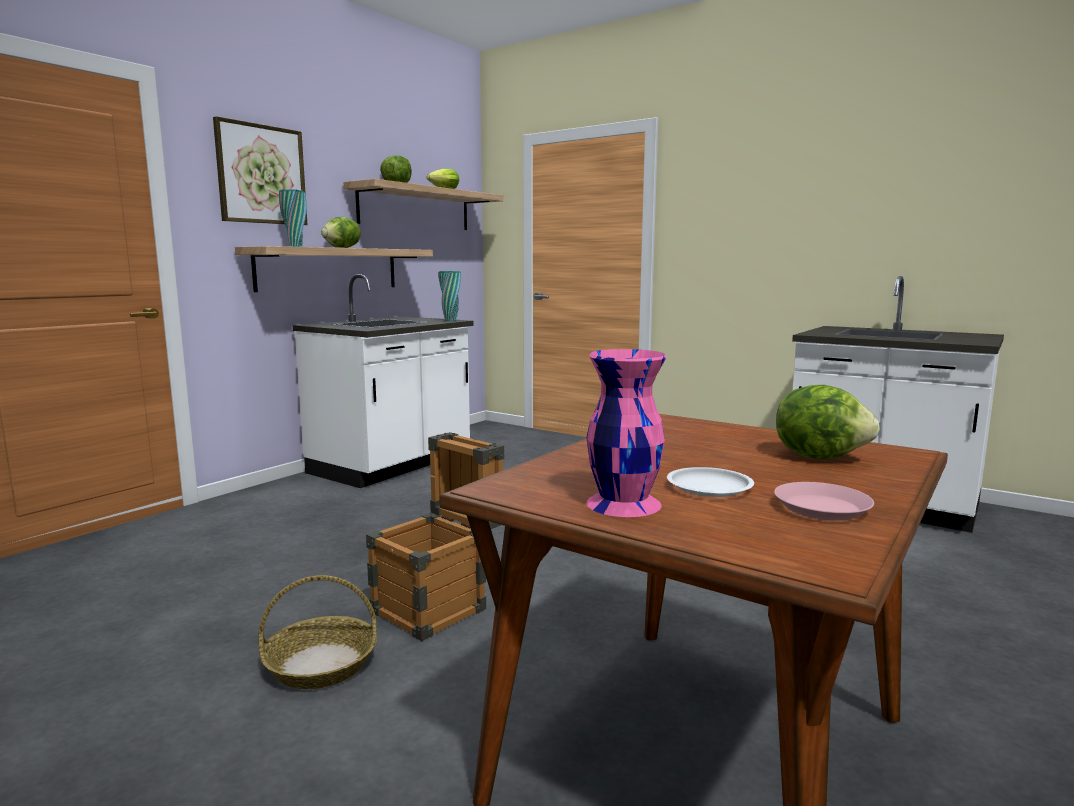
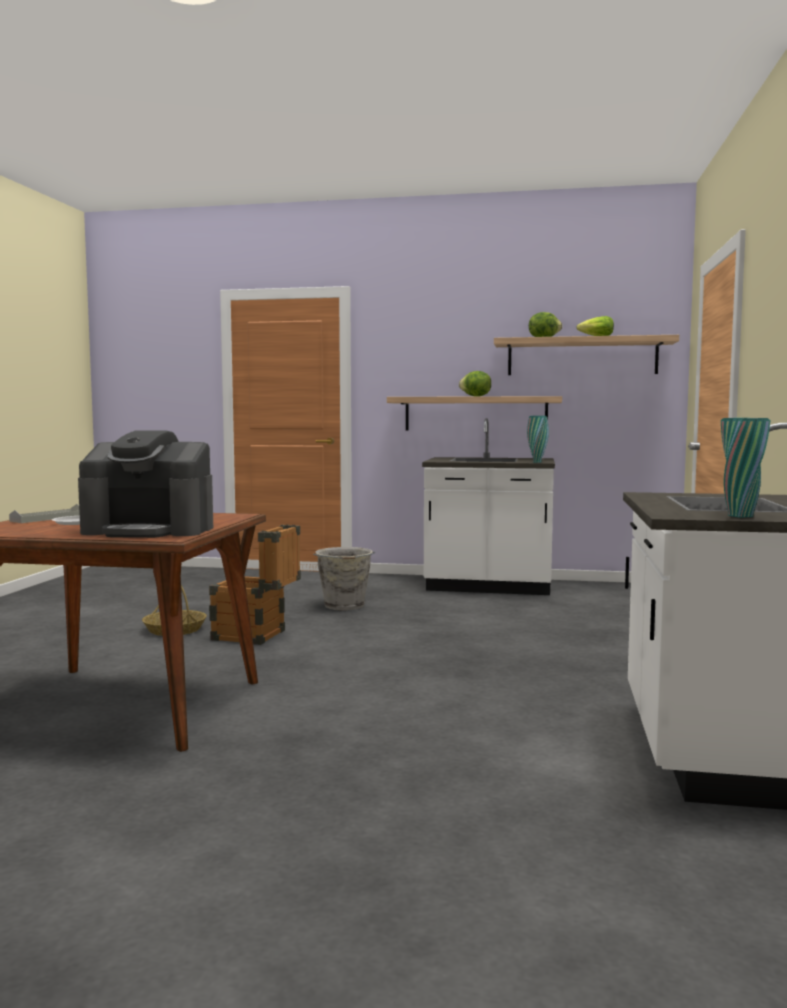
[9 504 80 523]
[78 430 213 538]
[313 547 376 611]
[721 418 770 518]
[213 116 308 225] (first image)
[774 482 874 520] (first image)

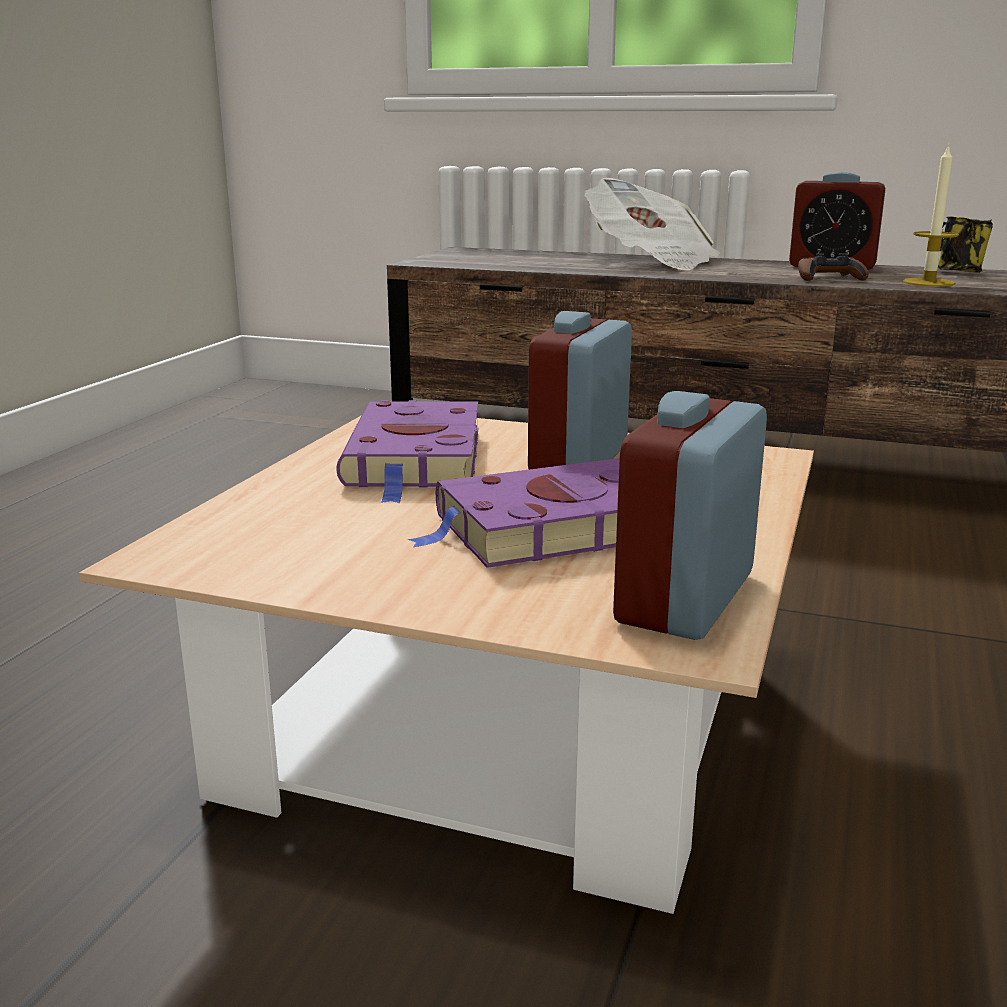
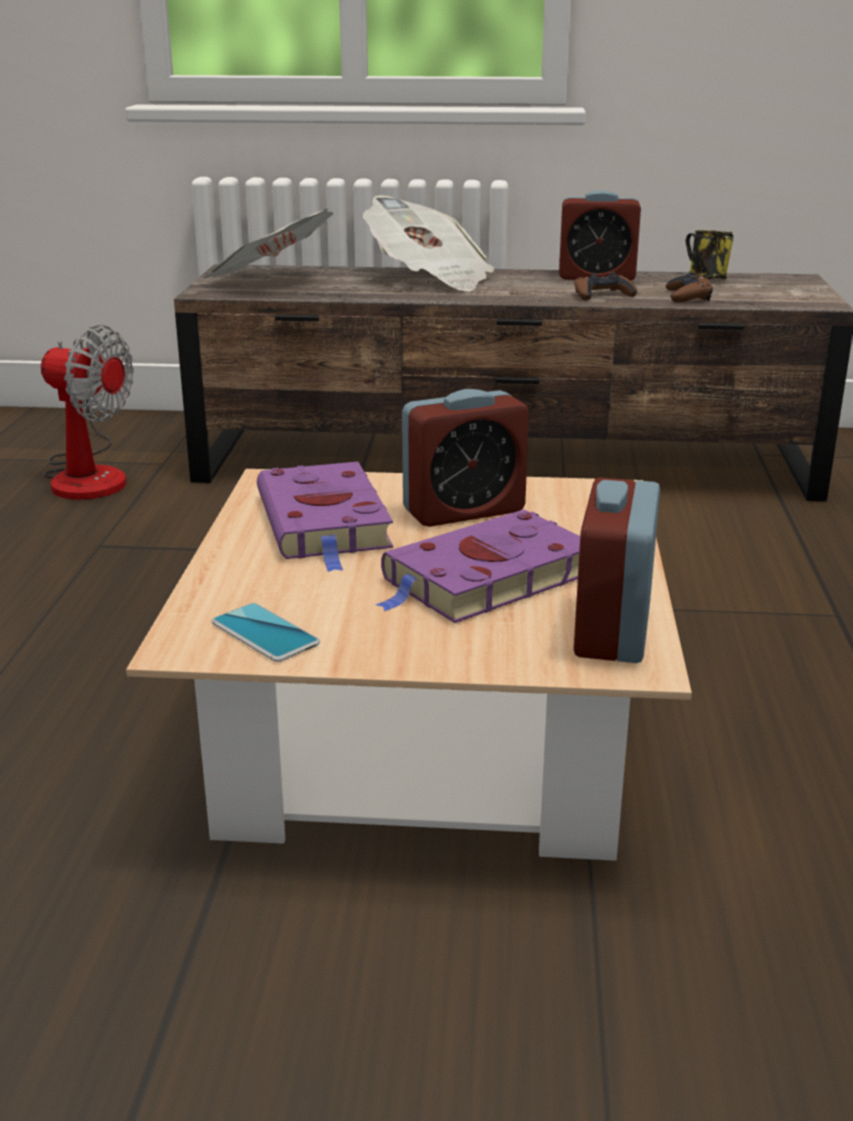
[41 325 134 500]
[204 209 334 278]
[212 603 320 662]
[402 389 529 527]
[666 271 713 302]

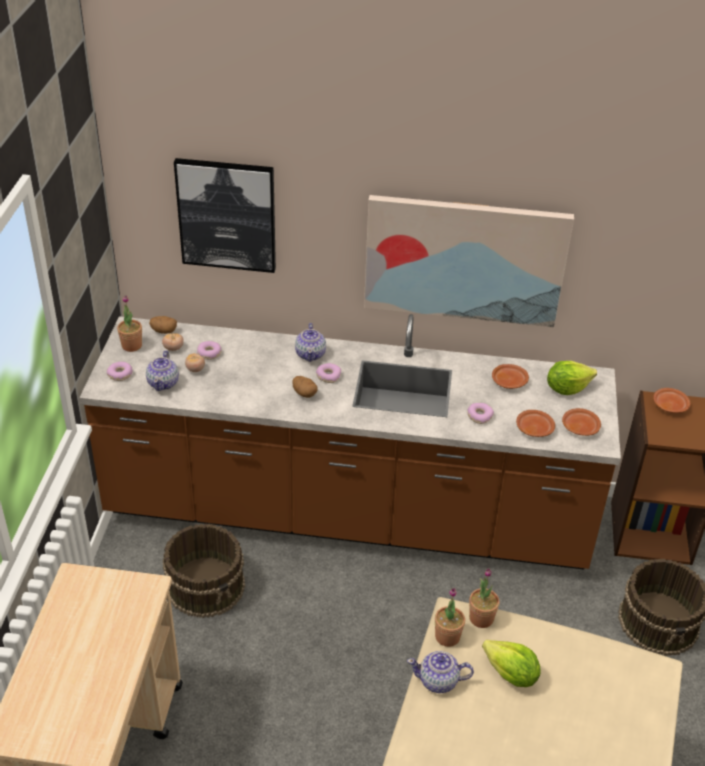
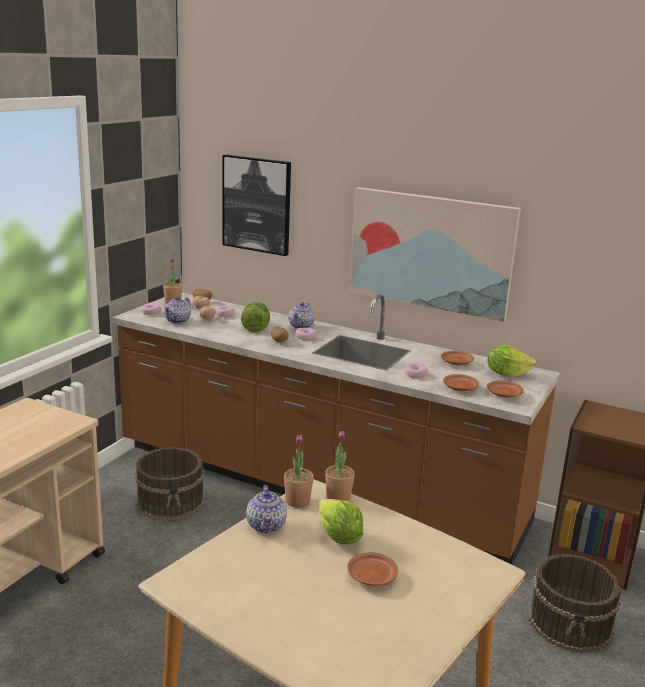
[241 301 270 332]
[246 485 287 533]
[347 552 398 586]

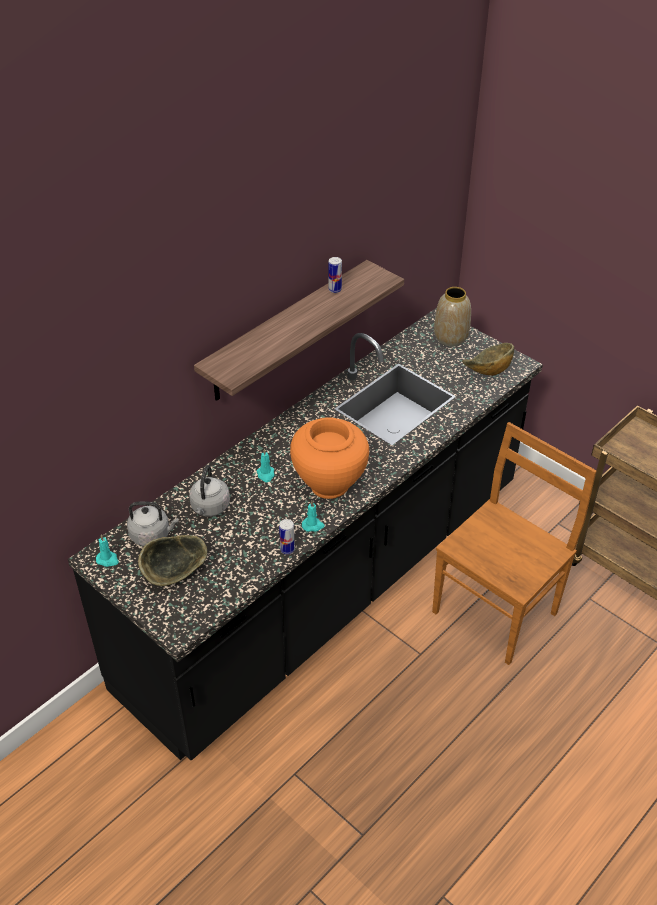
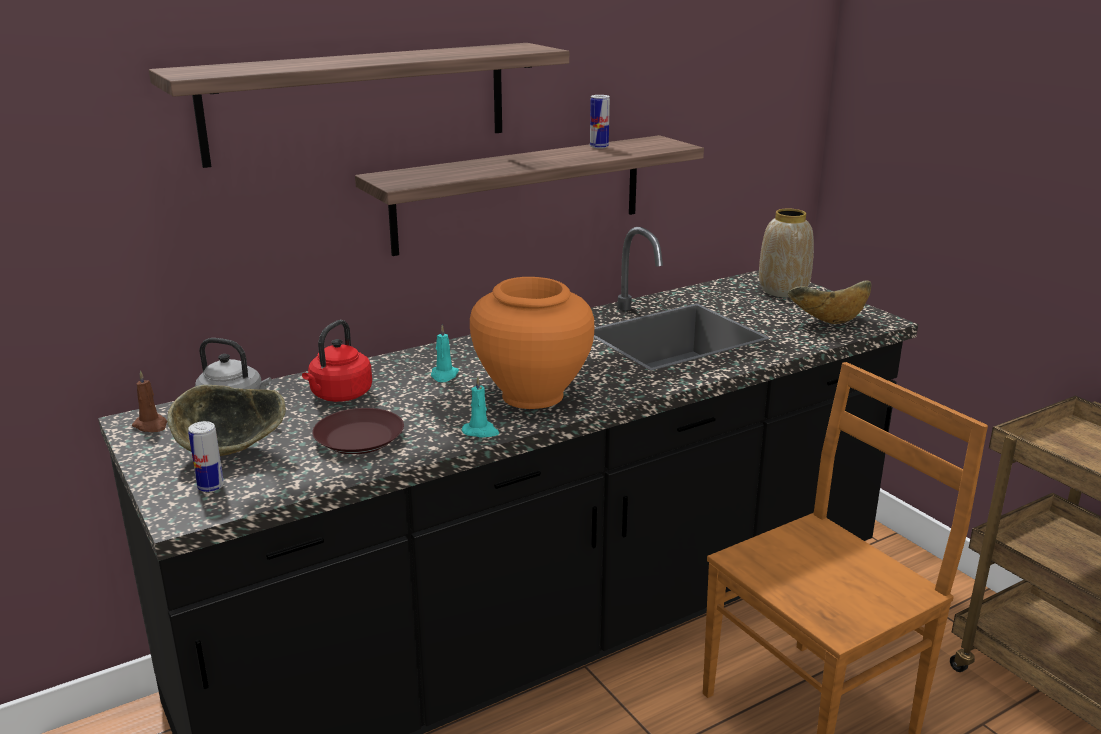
[132 370 167 432]
[149 43 569 168]
[188 421 224 492]
[302 320 372 402]
[312 408 404 454]

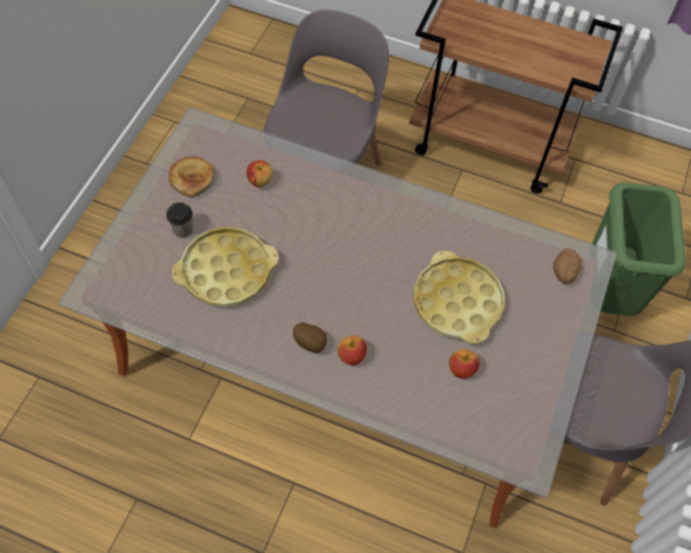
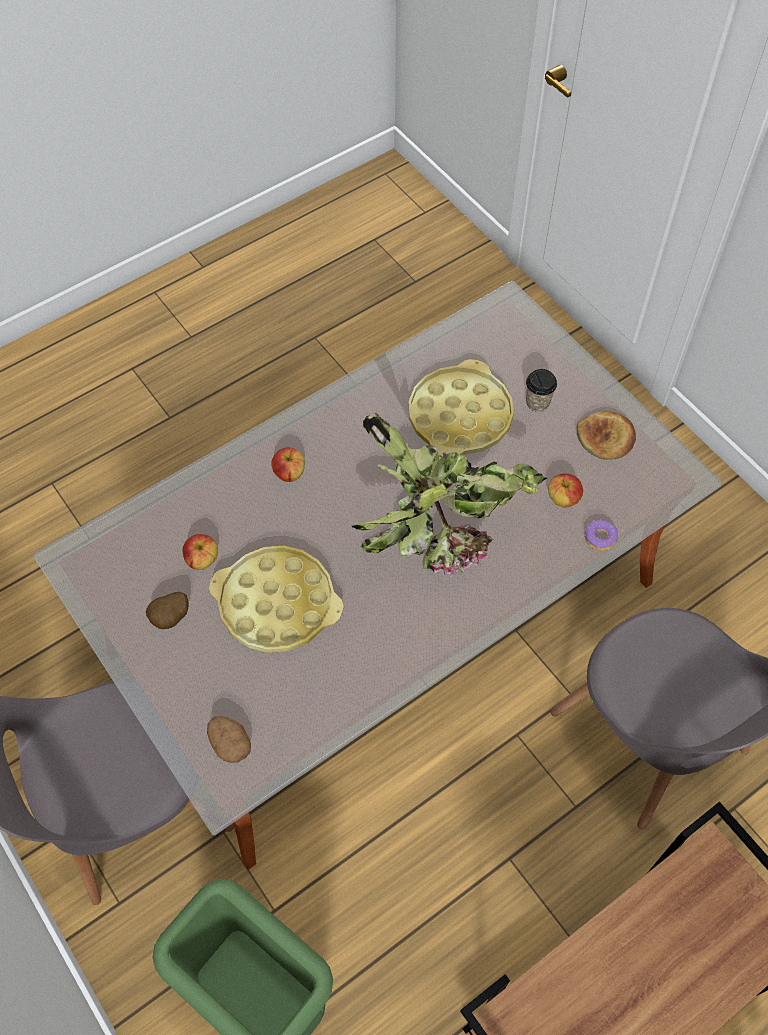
[146 592 188 629]
[351 413 547 577]
[585 519 618 551]

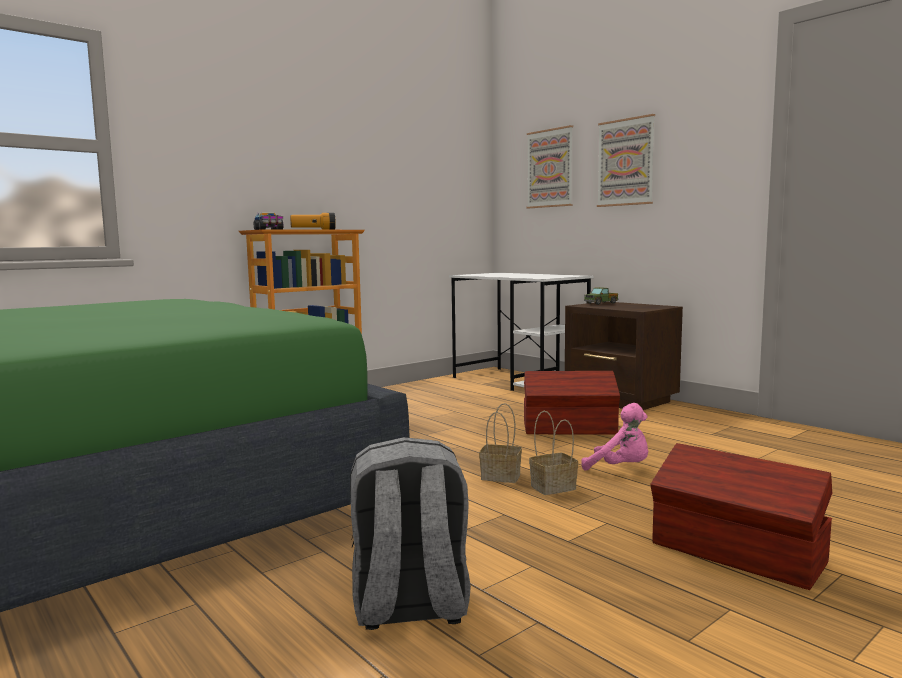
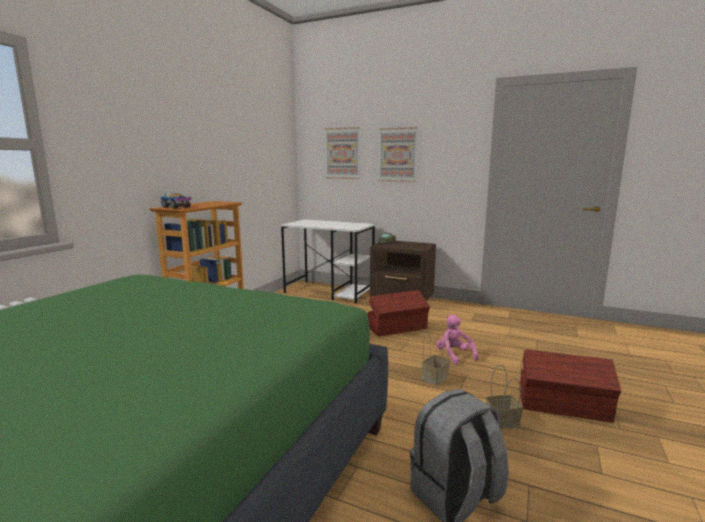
[436 315 478 364]
[486 365 523 429]
[290 213 336 230] (first image)

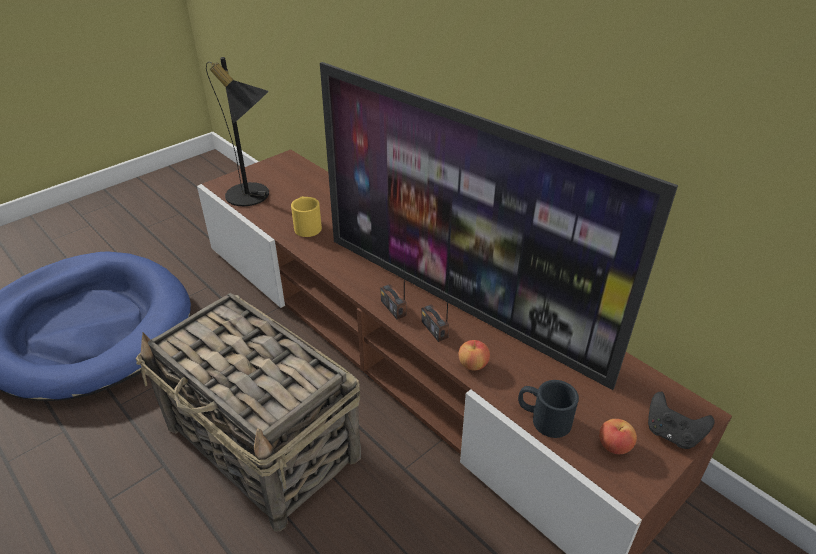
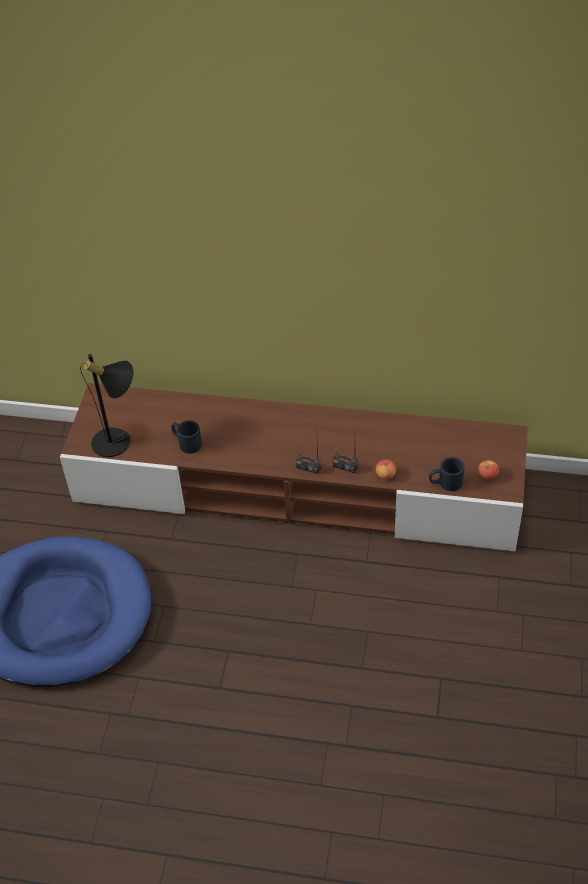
[172 420 202 454]
[136 293 361 531] (first image)
[320 62 678 390] (first image)
[648 392 715 449] (first image)

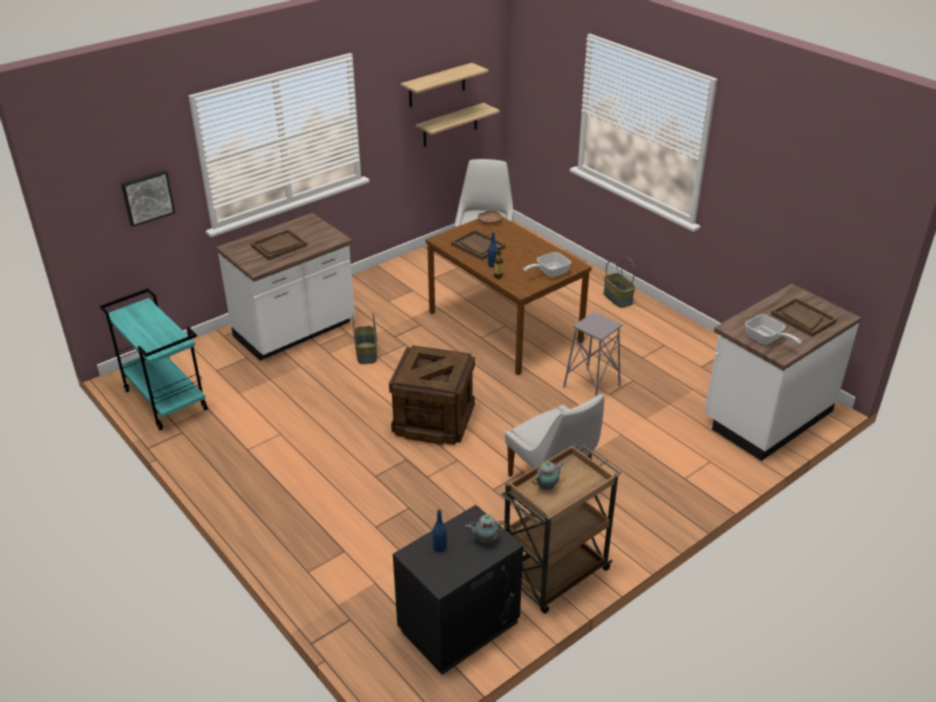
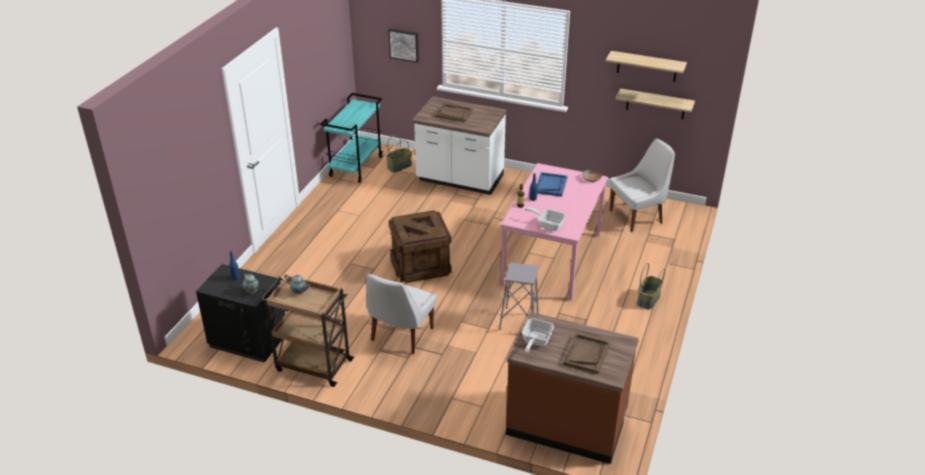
[386 135 412 173]
[501 163 608 300]
[506 312 639 464]
[537 172 567 197]

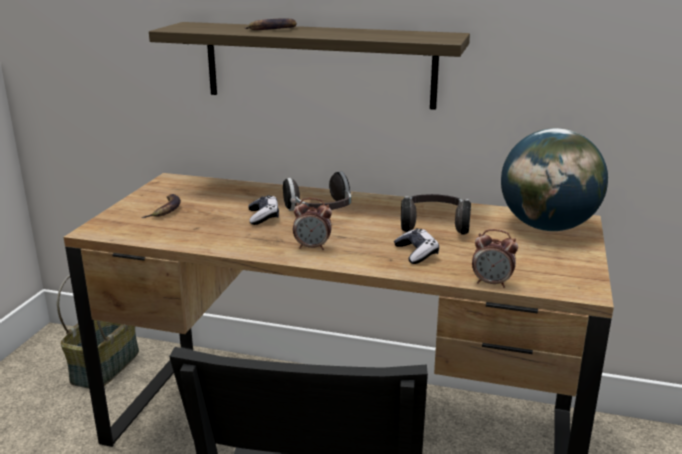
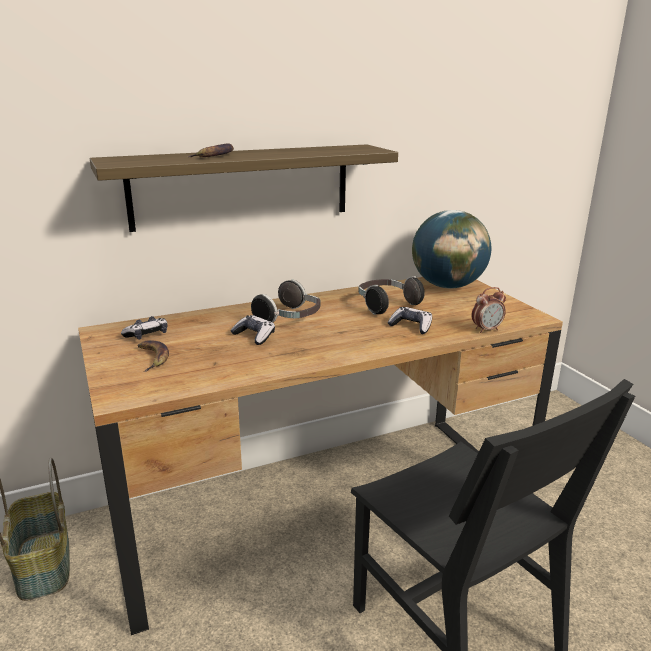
[121 316 168 340]
[293 198 332 250] (first image)

